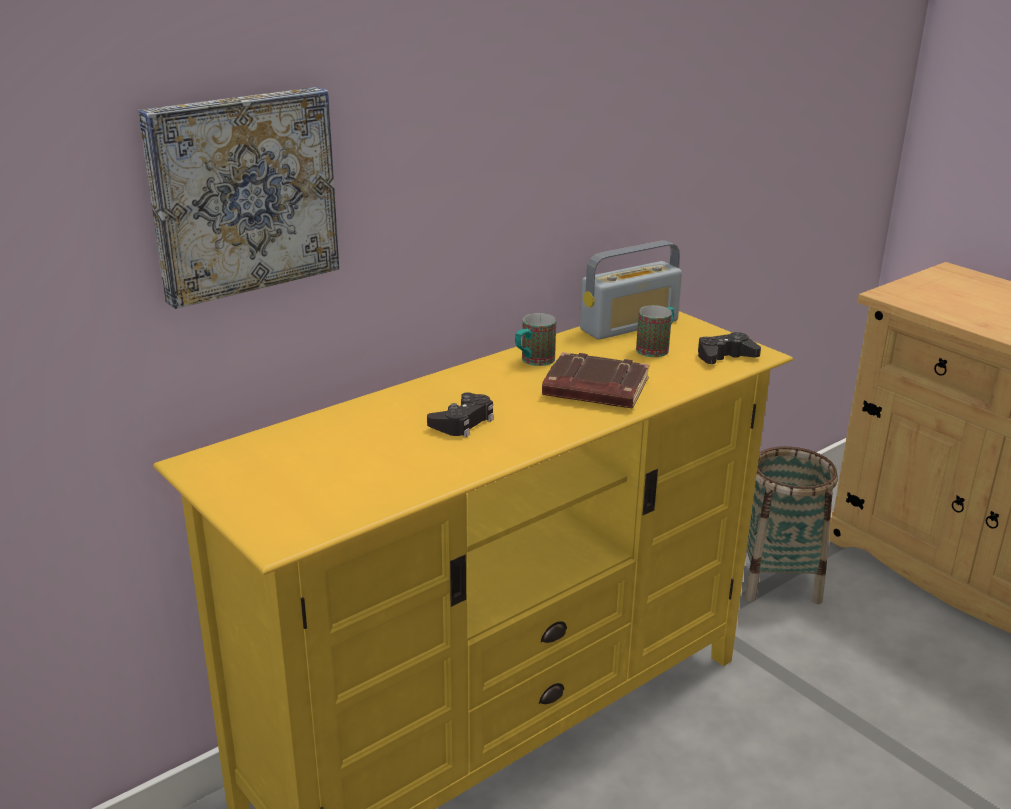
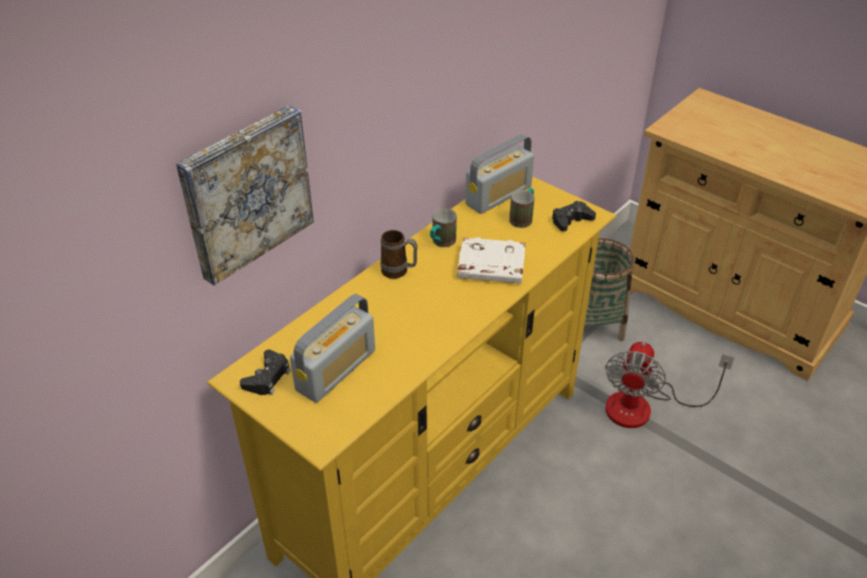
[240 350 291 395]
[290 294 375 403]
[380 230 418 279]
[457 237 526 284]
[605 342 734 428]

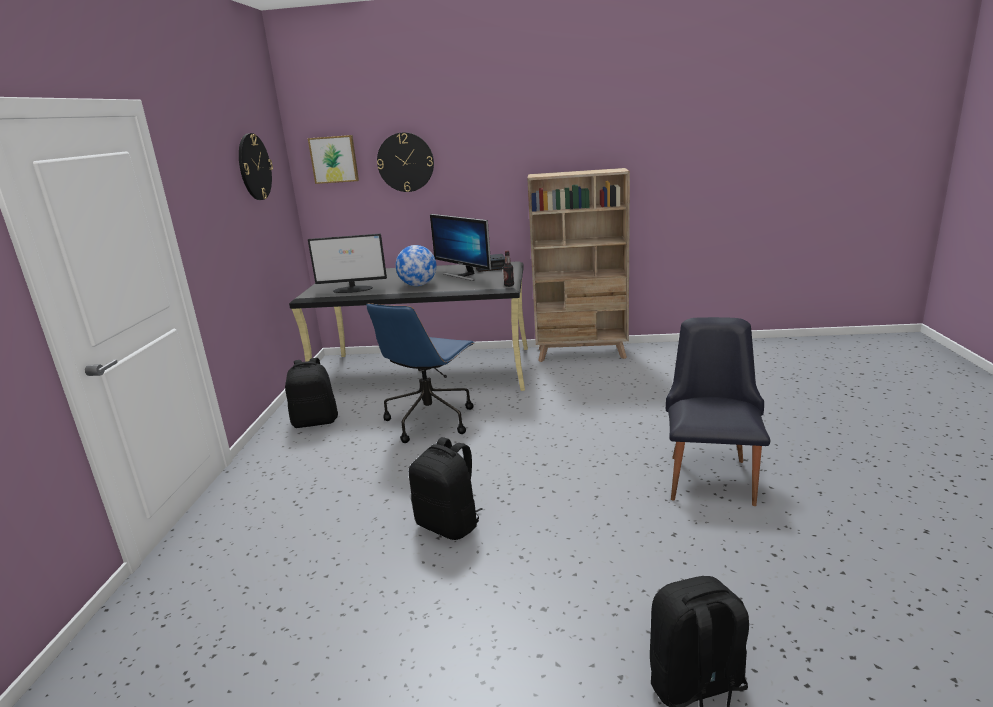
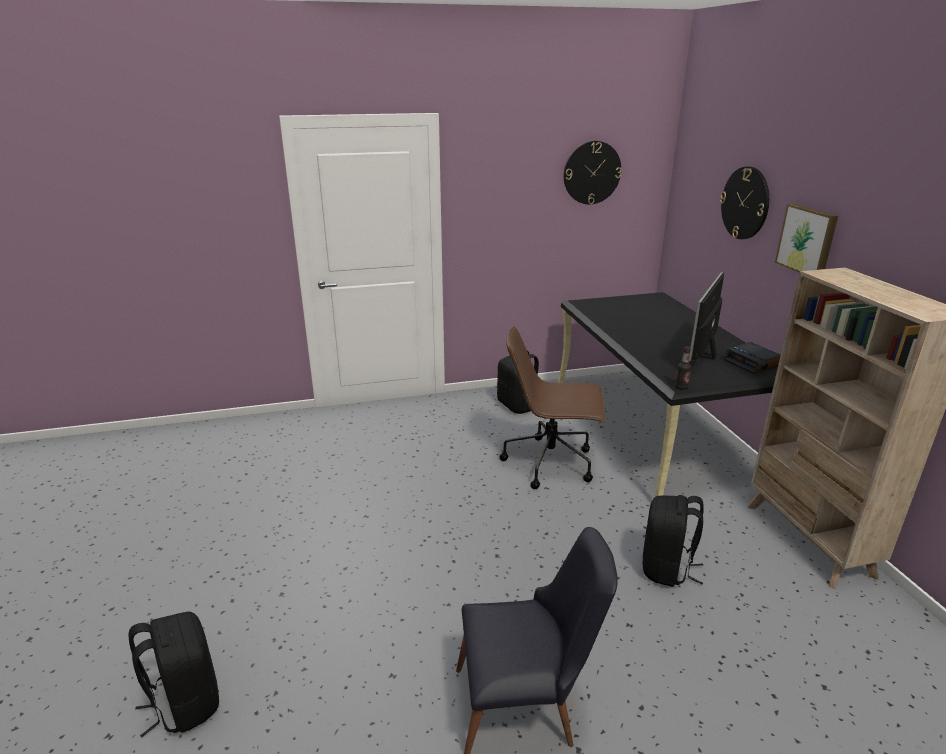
[499 326 606 489]
[642 495 704 587]
[775 204 838 273]
[308 233 387 293] (first image)
[396 245 436 286] (first image)

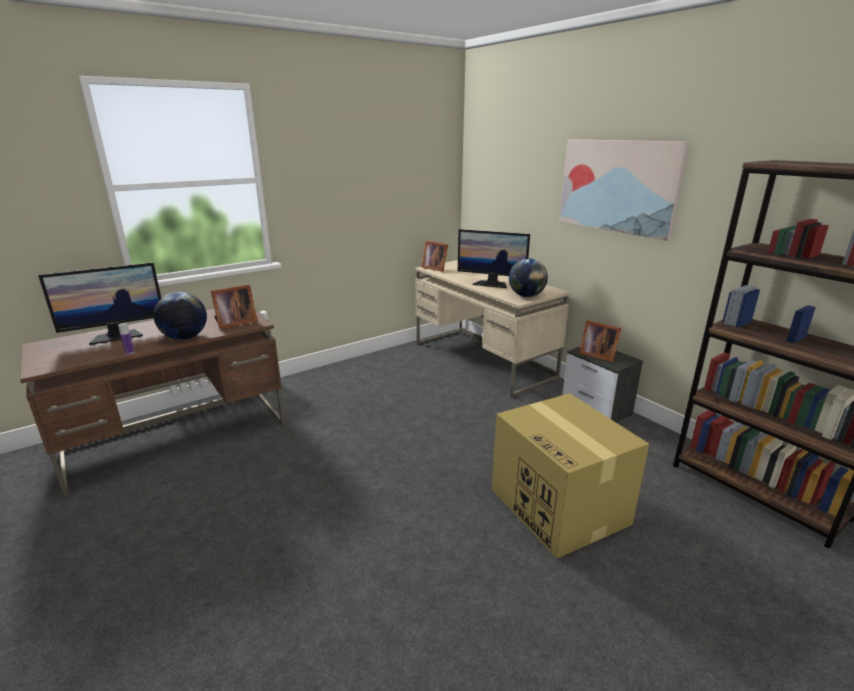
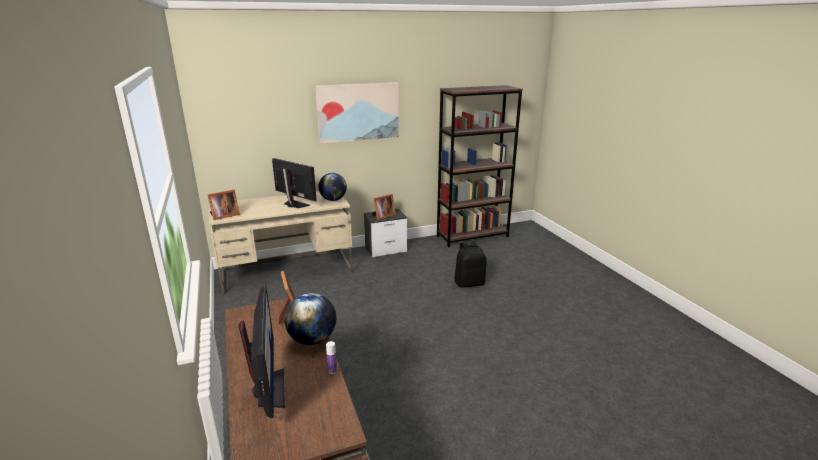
[272 158 317 208]
[454 242 487 288]

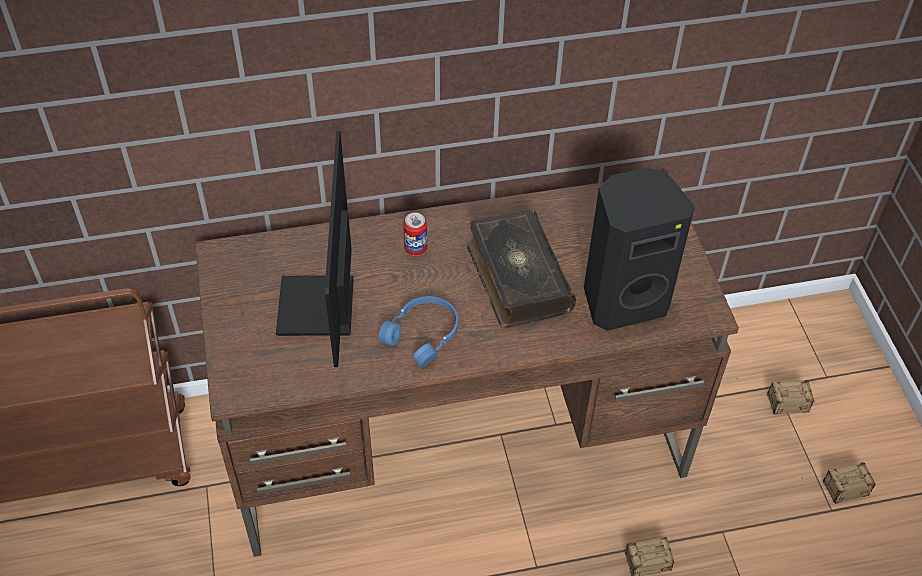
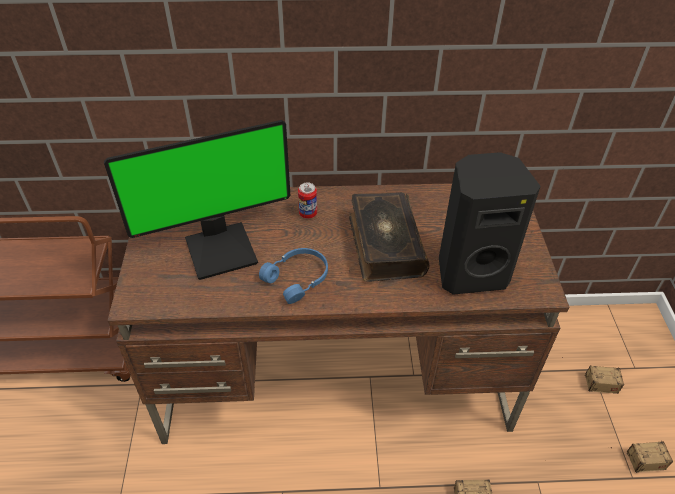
[104 120 291 280]

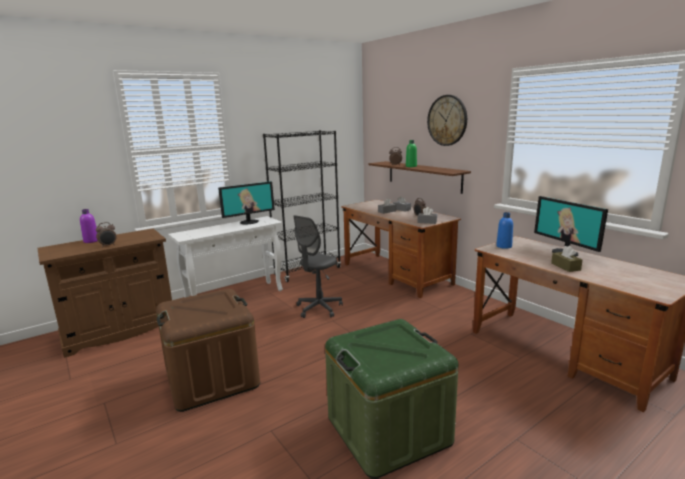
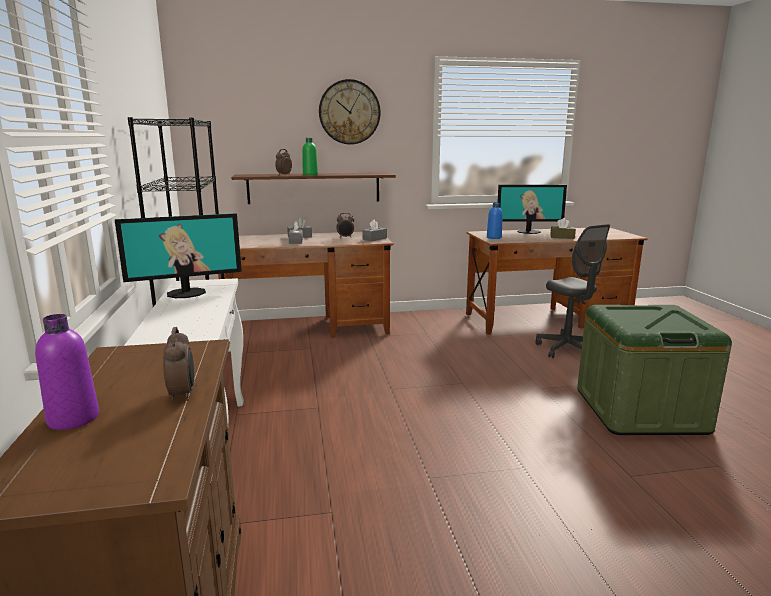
[115 213 242 298]
[535 224 610 358]
[156 289 260 412] (first image)

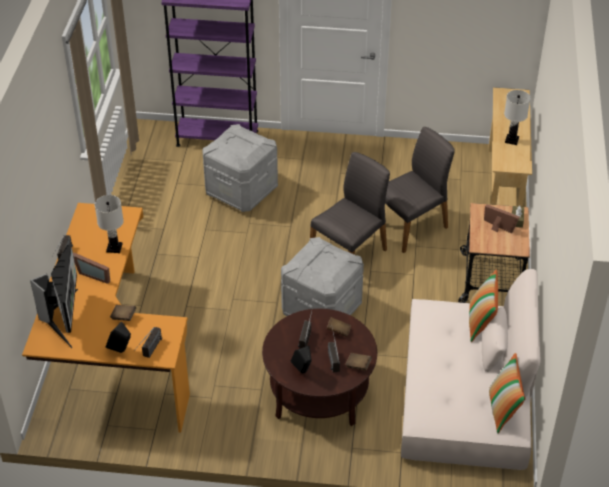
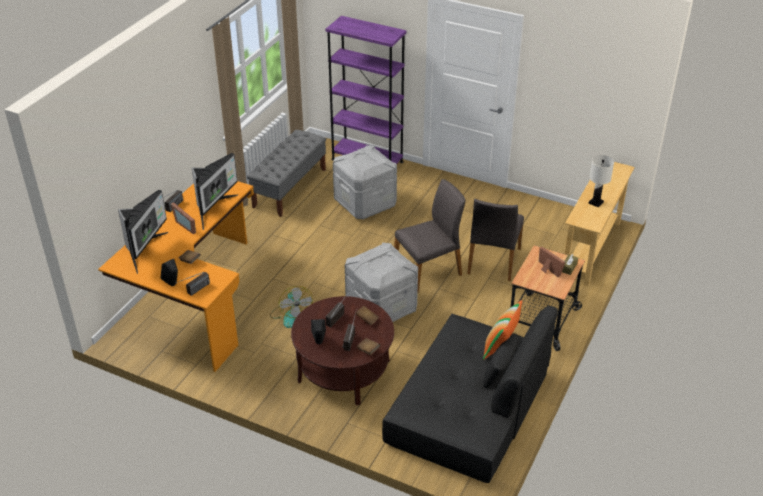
[192 153 238 230]
[247 130 326 217]
[270 286 313 328]
[382 306 558 483]
[467 199 524 281]
[489 353 525 434] (first image)

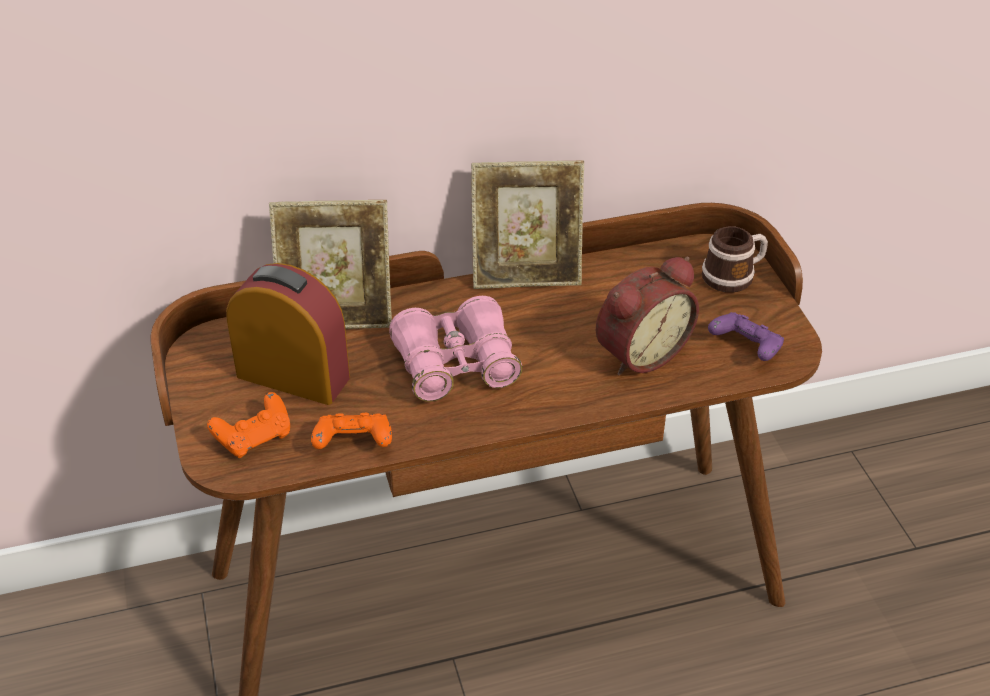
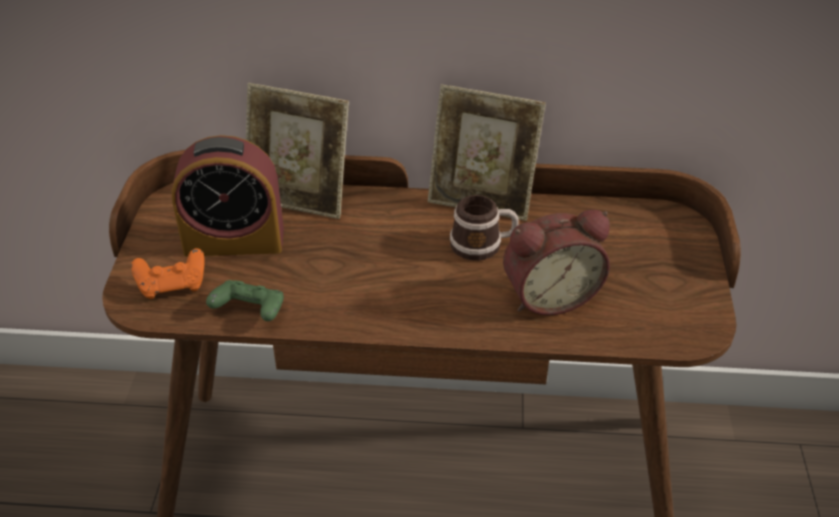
[172 135 284 256]
[206 280 284 321]
[450 195 519 261]
[389 296 522 402] (first image)
[708 312 784 361] (first image)

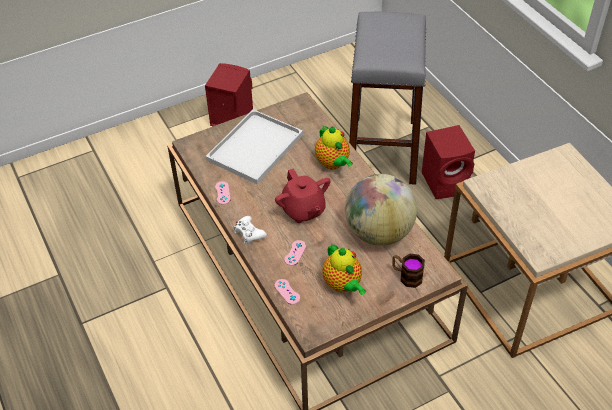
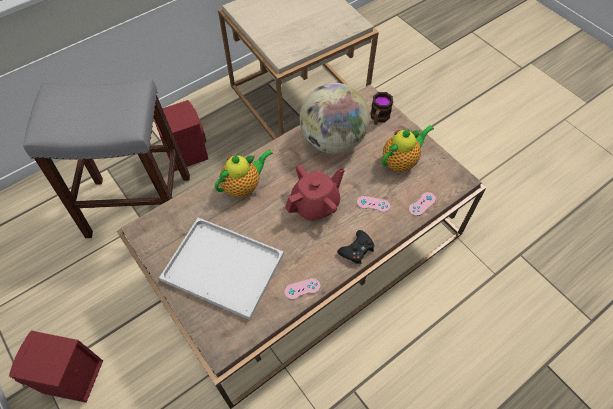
[337 230 375 264]

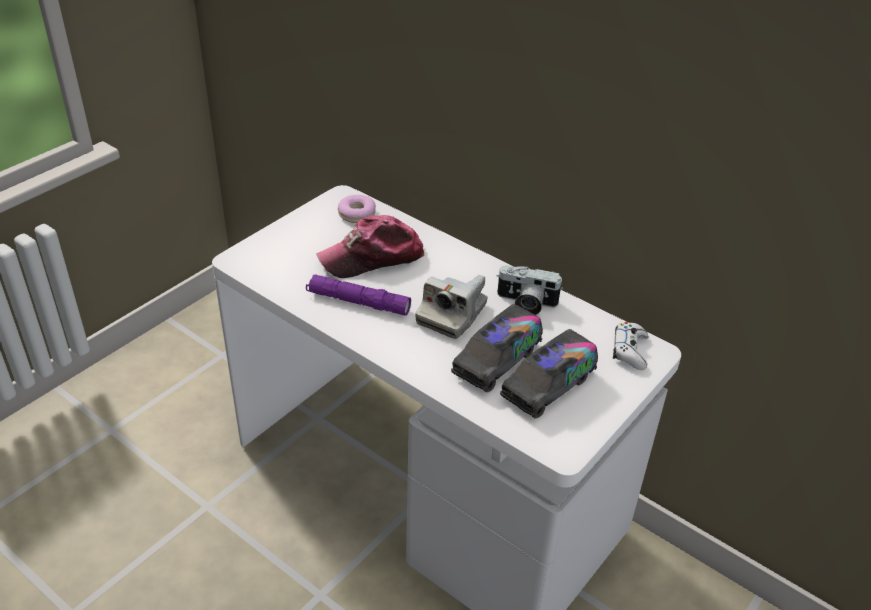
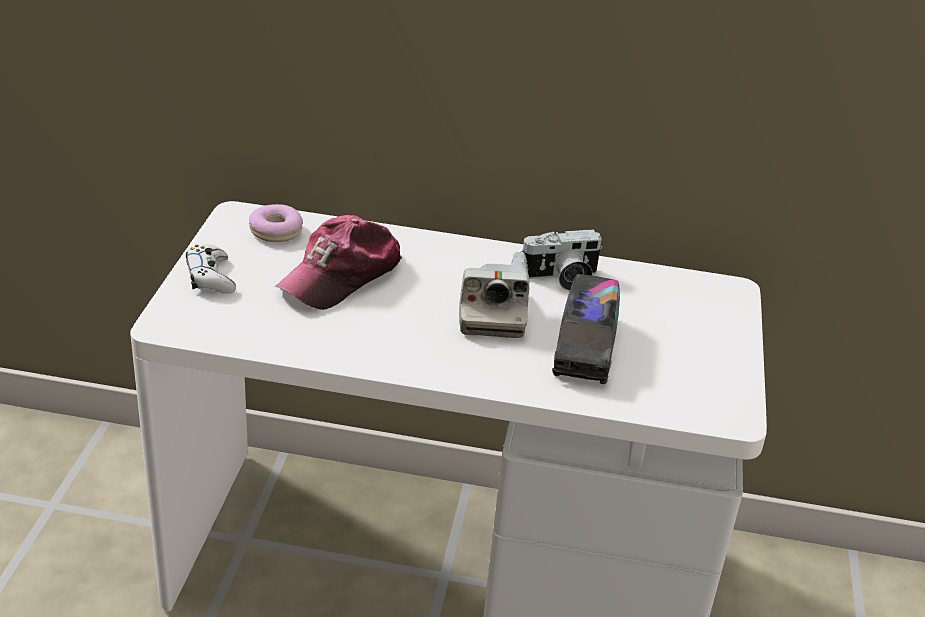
[186 244 236 294]
[306 274 411 316] (first image)
[500 329 598 419] (first image)

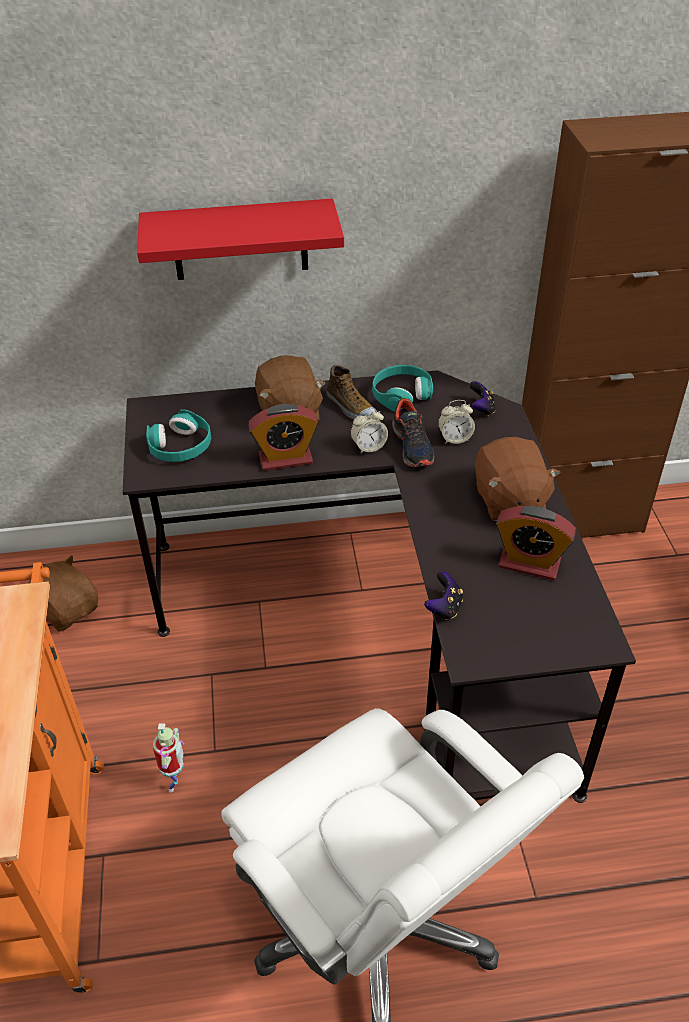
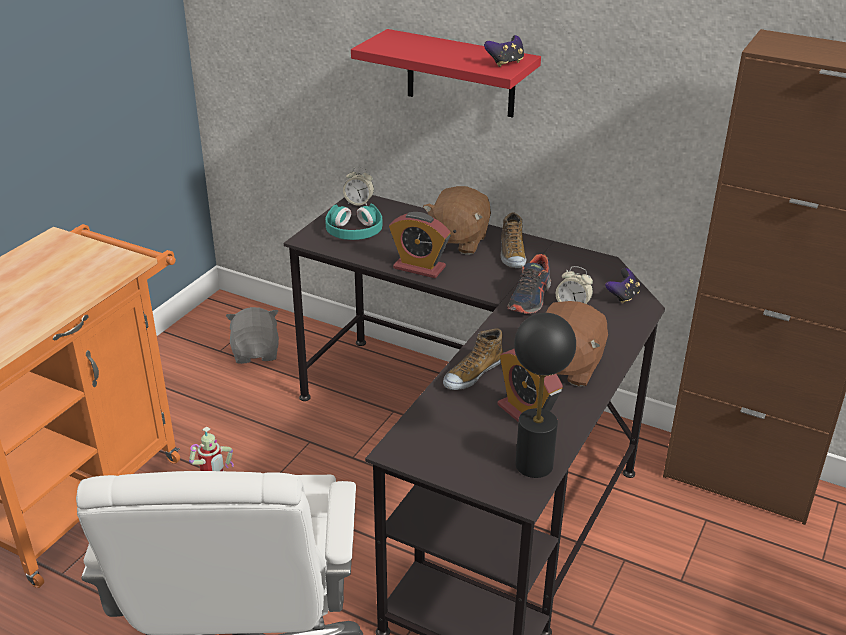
[226 307 279 364]
[343 167 374 206]
[443 328 503 390]
[484 35 524 67]
[514 313 576 478]
[372 365 433 412] (first image)

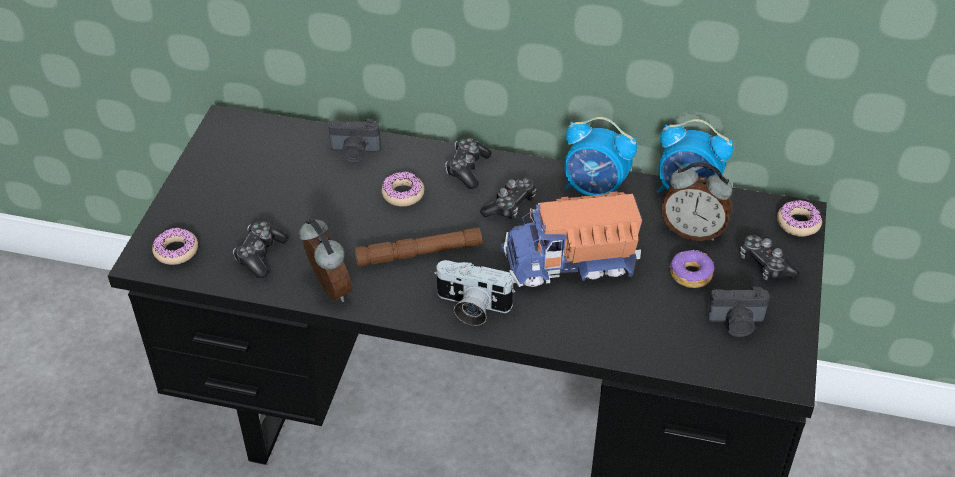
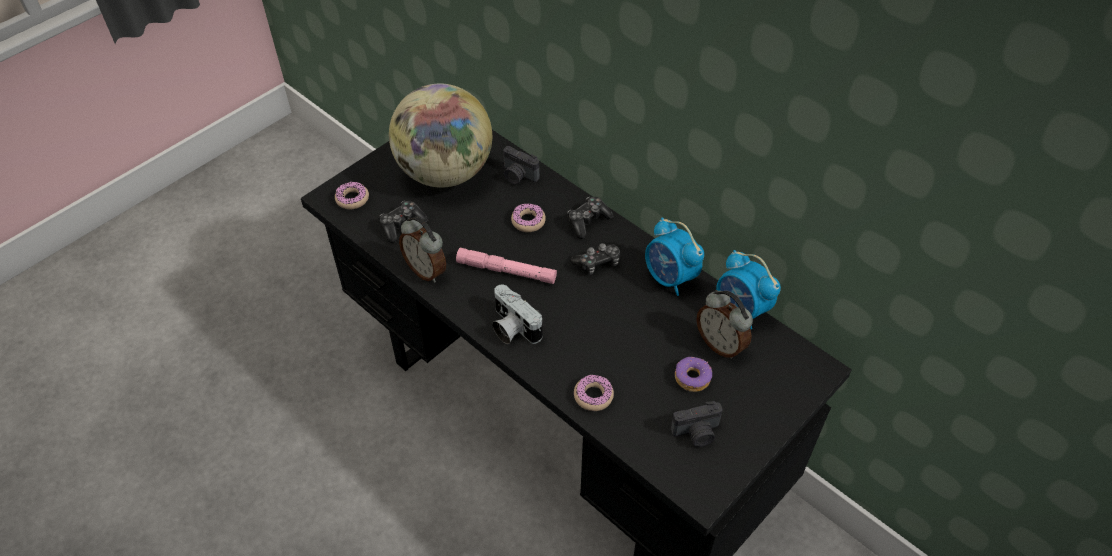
[389 84 492 188]
[399 217 446 283]
[456 248 557 284]
[574 375 614 411]
[671 401 723 447]
[501 191 642 287] (first image)
[740 235 799 281] (first image)

